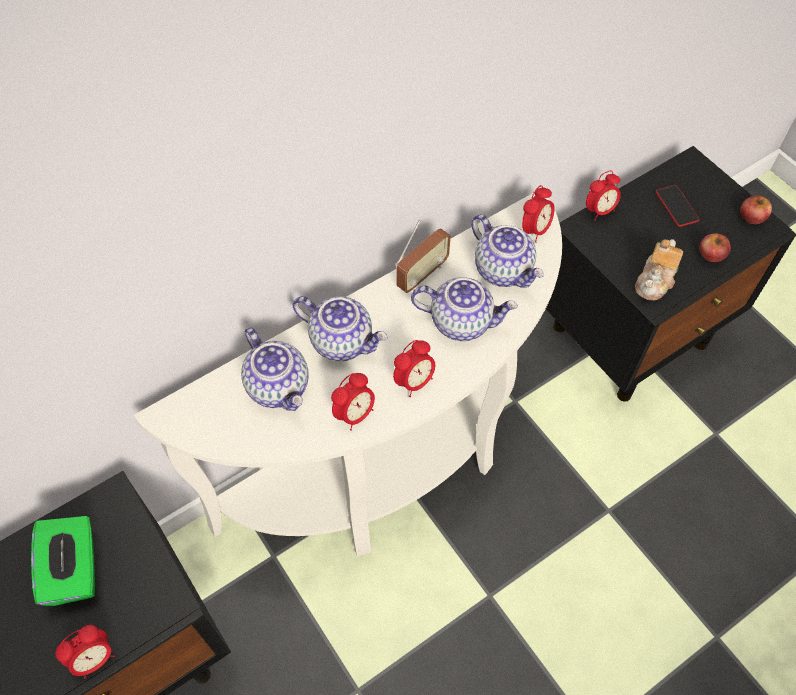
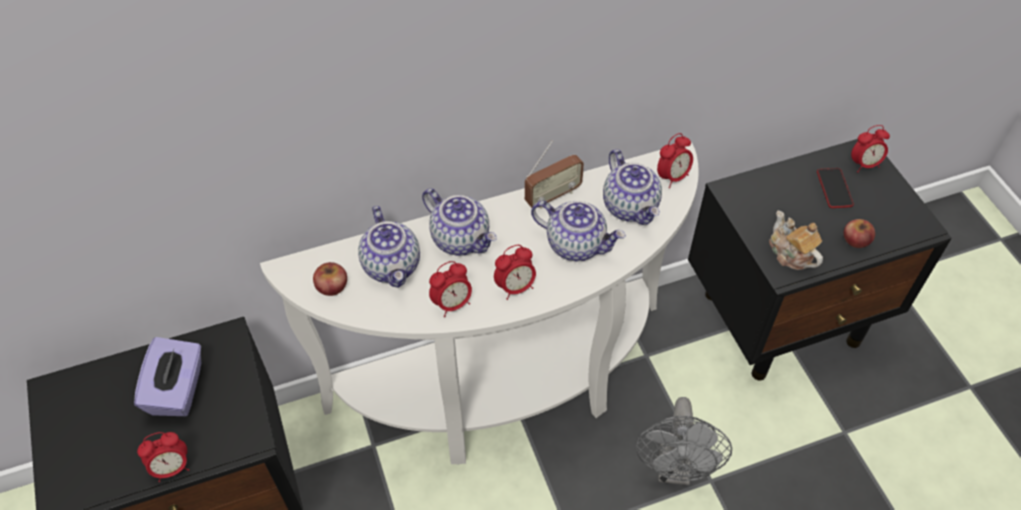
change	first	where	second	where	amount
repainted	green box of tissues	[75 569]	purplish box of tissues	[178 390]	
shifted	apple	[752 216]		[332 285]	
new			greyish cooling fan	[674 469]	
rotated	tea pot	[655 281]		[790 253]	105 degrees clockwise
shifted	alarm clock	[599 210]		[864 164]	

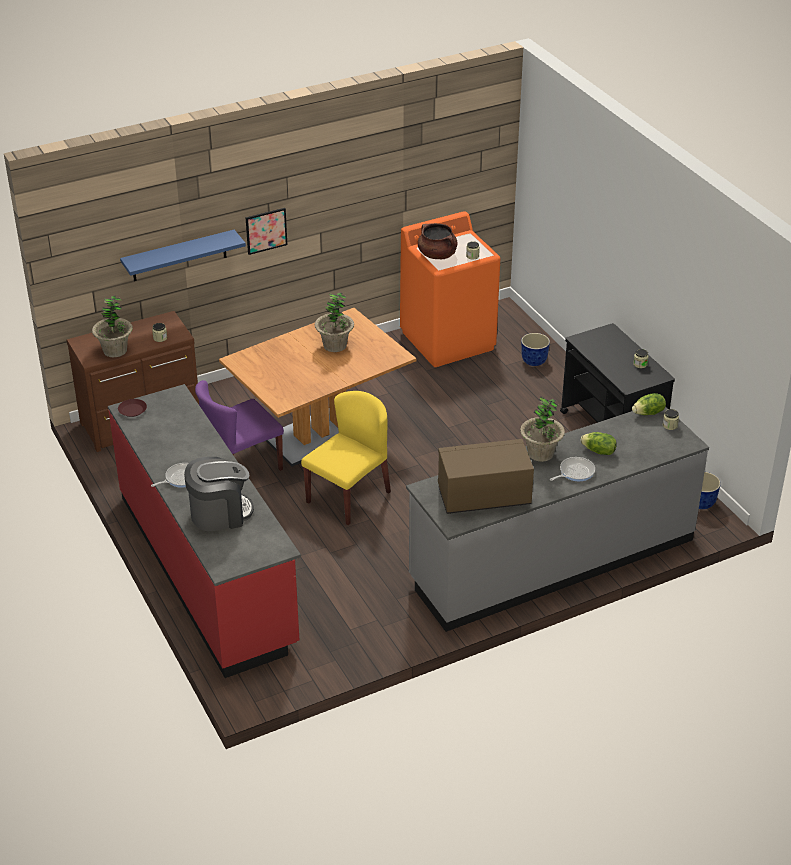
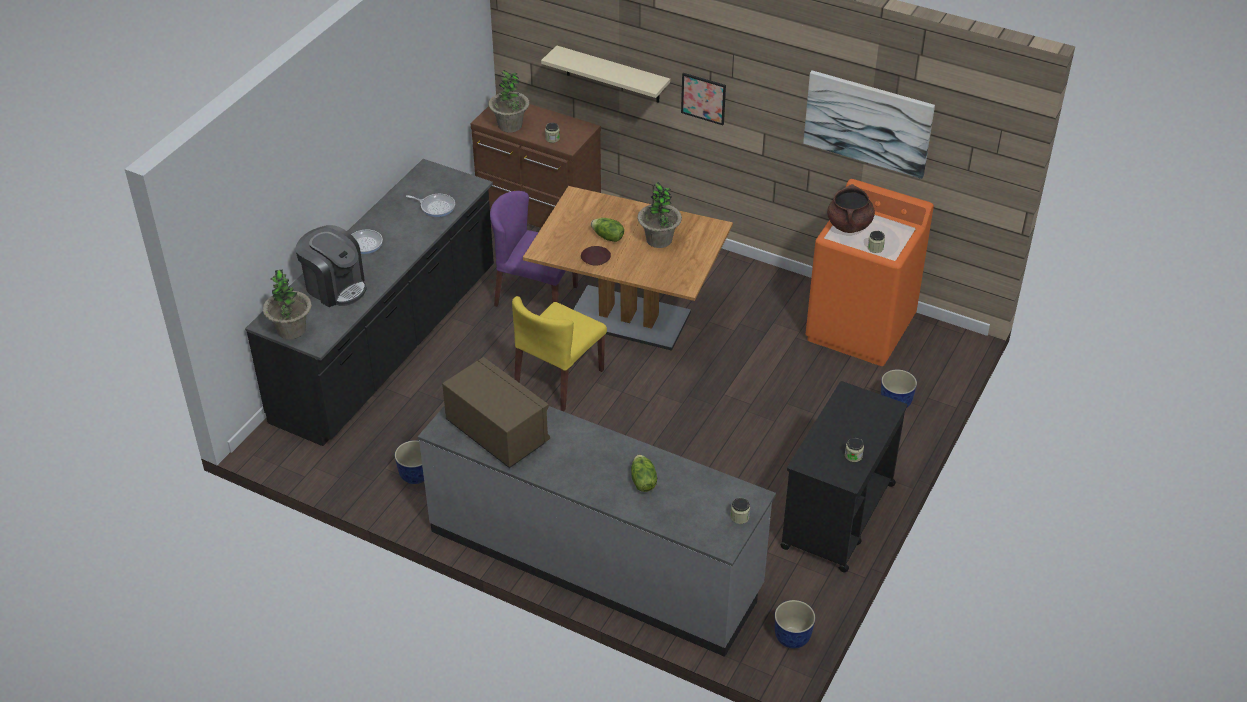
change	first	where	second	where	amount
repainted	red-coloured kitchen base unit	[208 570]	black-coloured kitchen base unit	[388 345]	
shifted	plant in a pot	[540 453]		[291 330]	
new			flower pot	[415 476]	
shifted	skillet	[575 472]		[436 207]	
rotated	yellow plain chair	[348 496]		[559 379]	120 degrees clockwise
repainted	blue-coloured bracket shelf	[179 256]	sand-coloured bracket shelf	[612 75]	
shifted	brownish dinner plate	[133 410]		[596 258]	
shifted	head of lettuce	[648 413]		[608 237]	
new			wall picture	[868 123]	

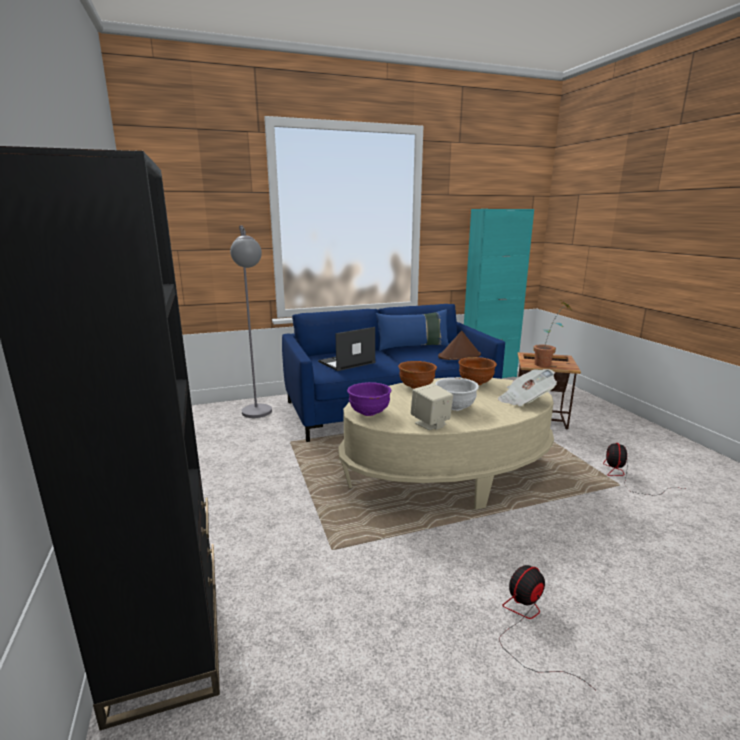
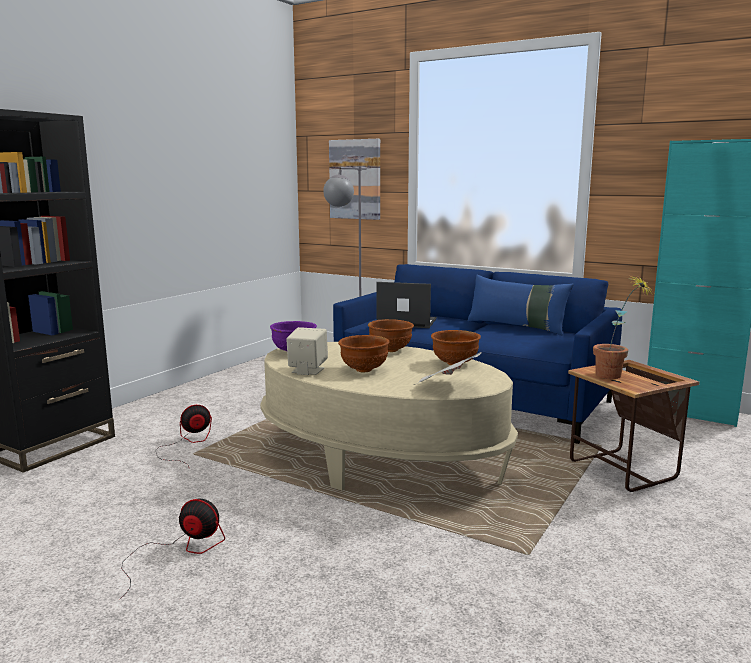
change	first	where	second	where	amount
shifted	cooling fan	[626 477]		[187 444]	
new			wall picture	[355 179]	
repainted	white deep dish	[455 408]	brownish deep dish	[363 370]	
gone	brownish clothing hat	[459 356]			

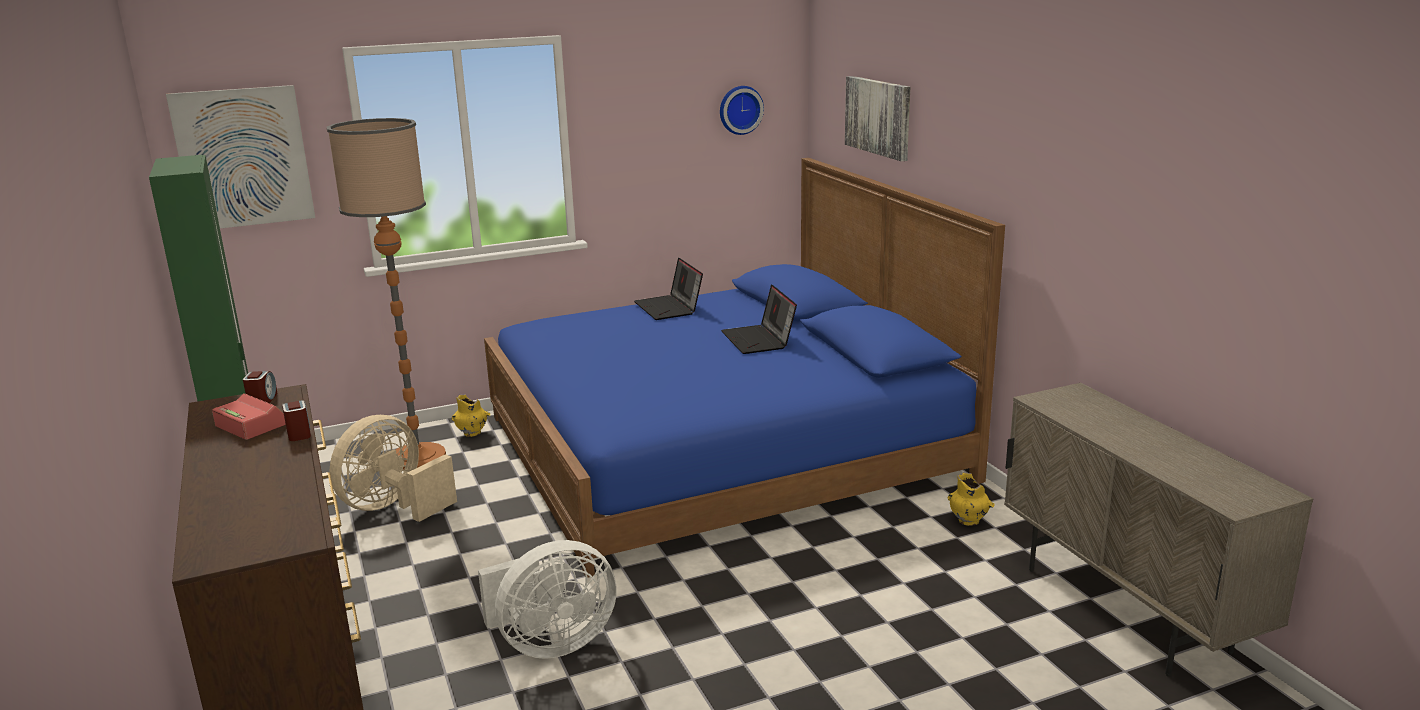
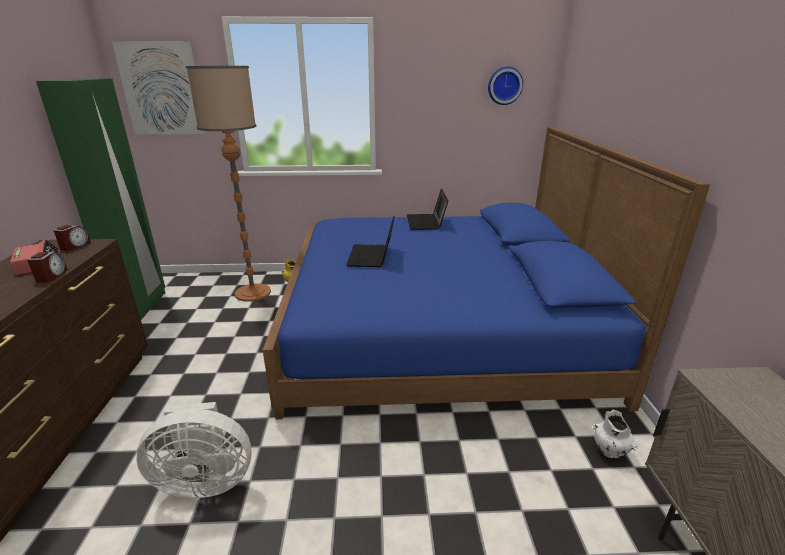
change	first	where	second	where	amount
shifted	laptop	[759 340]		[372 257]	
repainted	yellow flower vase	[969 521]	white flower vase	[610 452]	
gone	sand-coloured cooling fan	[393 507]			
gone	wall picture	[878 117]			

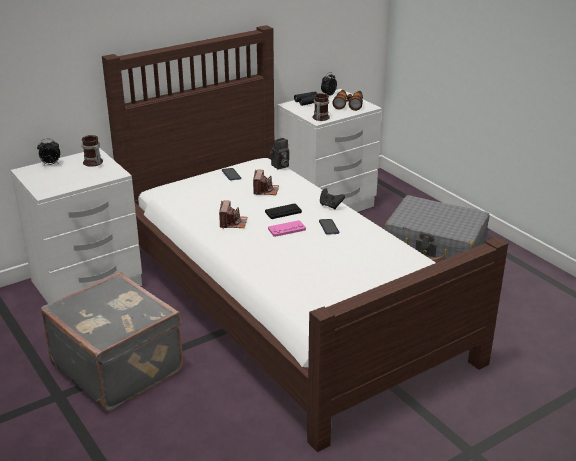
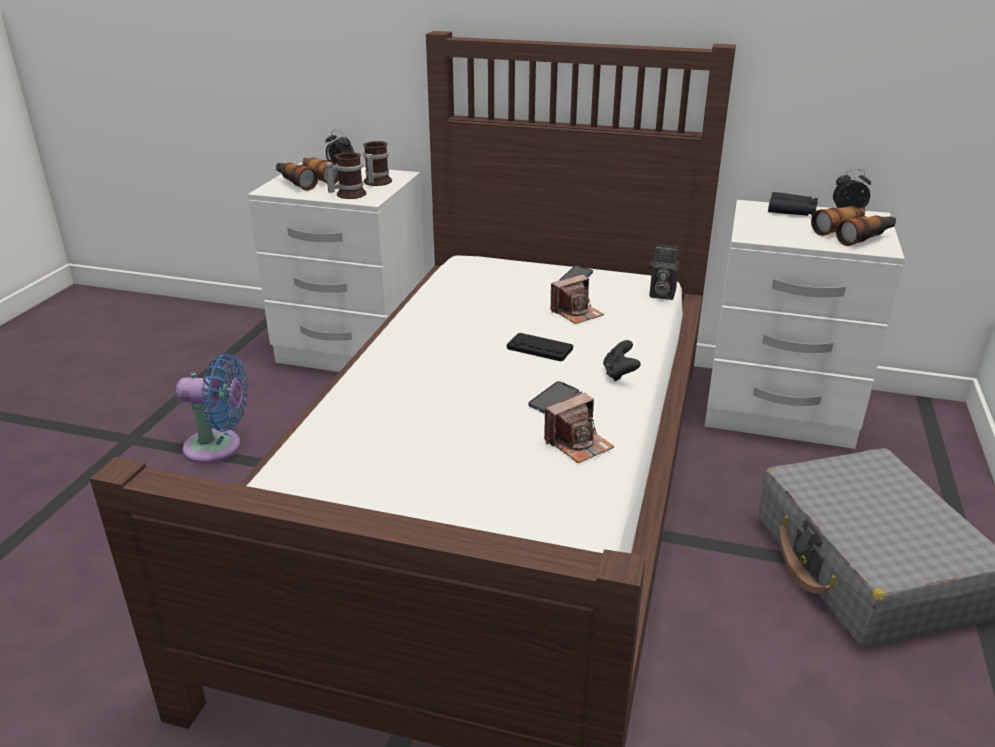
change	first	where	second	where	amount
swapped	greyish suitcase	[119 366]	blue-coloured cooling fan	[218 447]	
new			field glasses	[306 181]	
shifted	mug	[319 118]		[348 194]	
shifted	photo camera	[233 223]		[578 444]	
gone	pink-coloured gamepad	[287 229]			

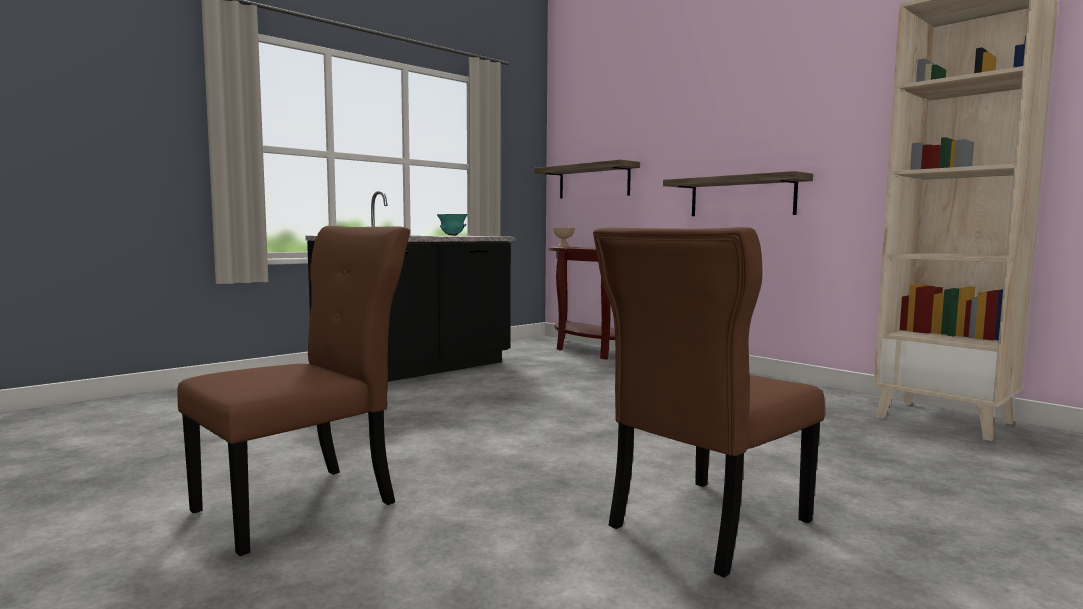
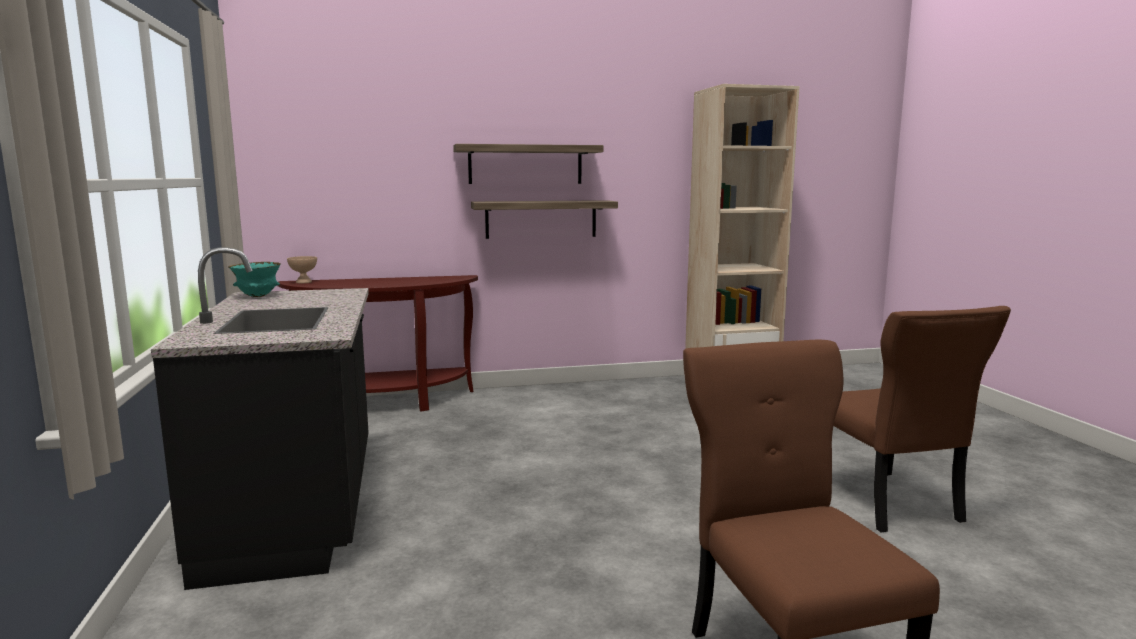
change	first	where	second	where	amount
shifted	bracket shelf	[593 181]		[525 164]	

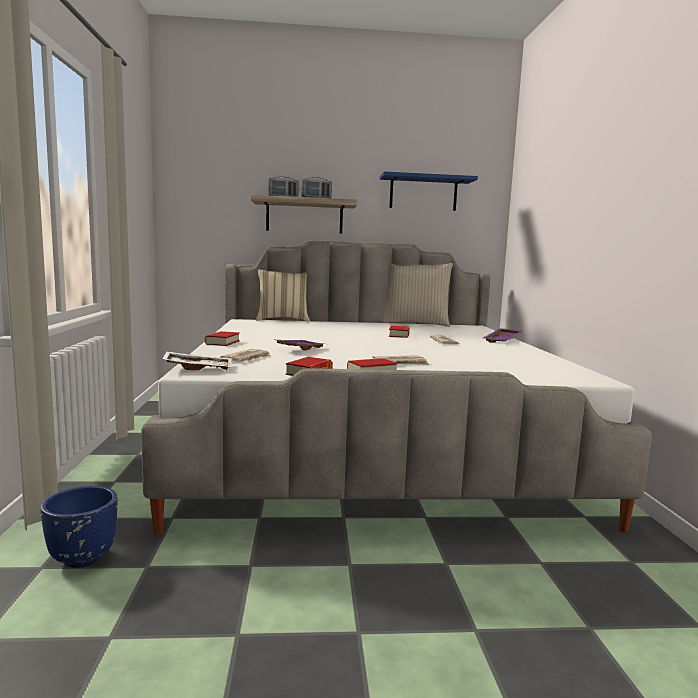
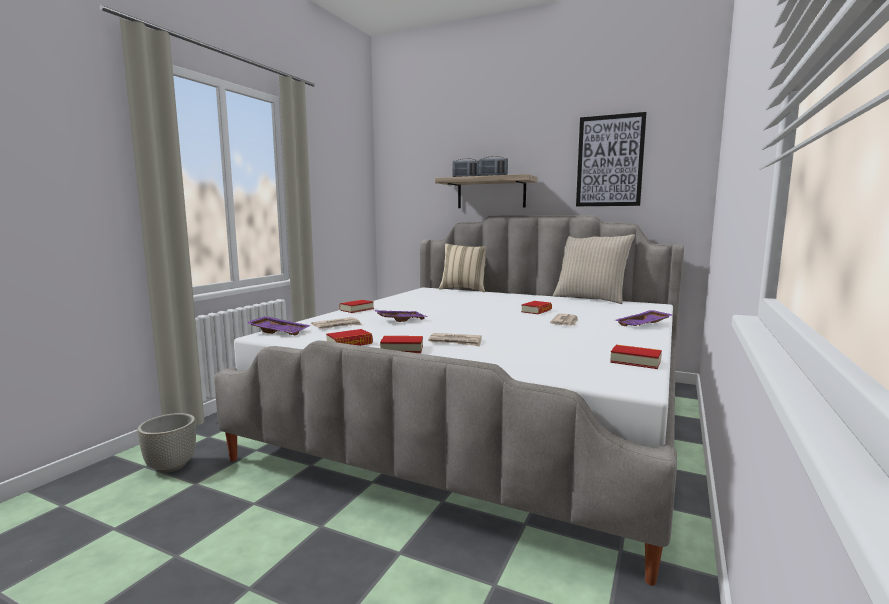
change	first	where	second	where	amount
repainted	blue-coloured flower pot	[83 558]	greyish flower pot	[171 466]	
repainted	white serving tray	[198 368]	purplish serving tray	[279 332]	
swapped	blue-coloured bracket shelf	[423 193]	wall picture	[609 161]	
new			book	[635 361]	

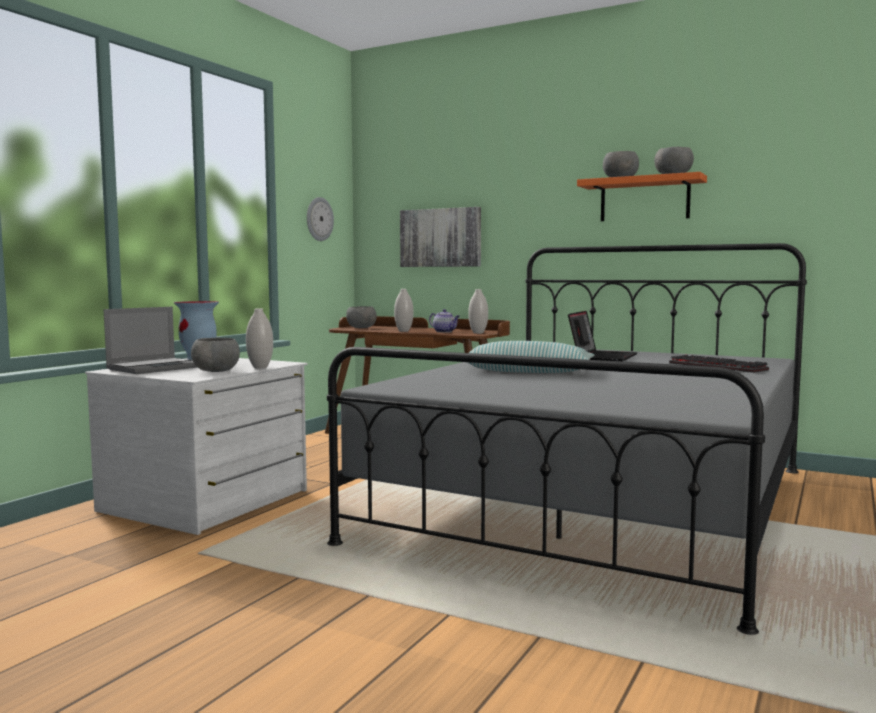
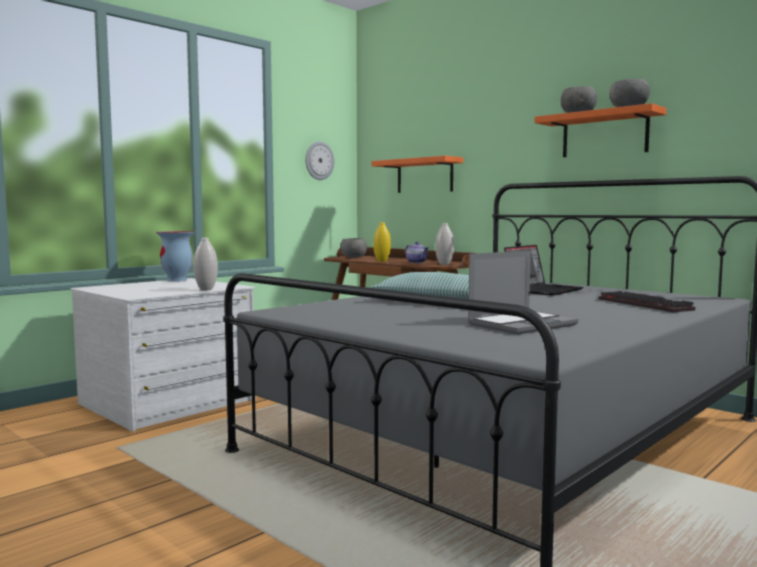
change	first	where	second	where	amount
swapped	wall picture	[440 237]	orange-coloured bracket shelf	[424 176]	
repainted	white flower vase	[404 331]	yellow flower vase	[382 261]	
shifted	laptop	[155 368]		[522 324]	
gone	greyish deep dish	[215 371]			

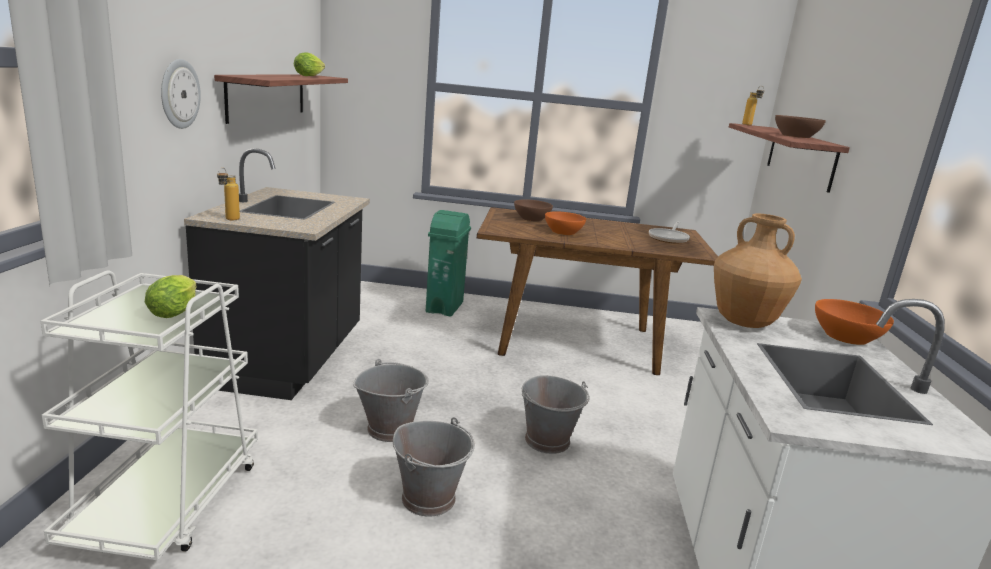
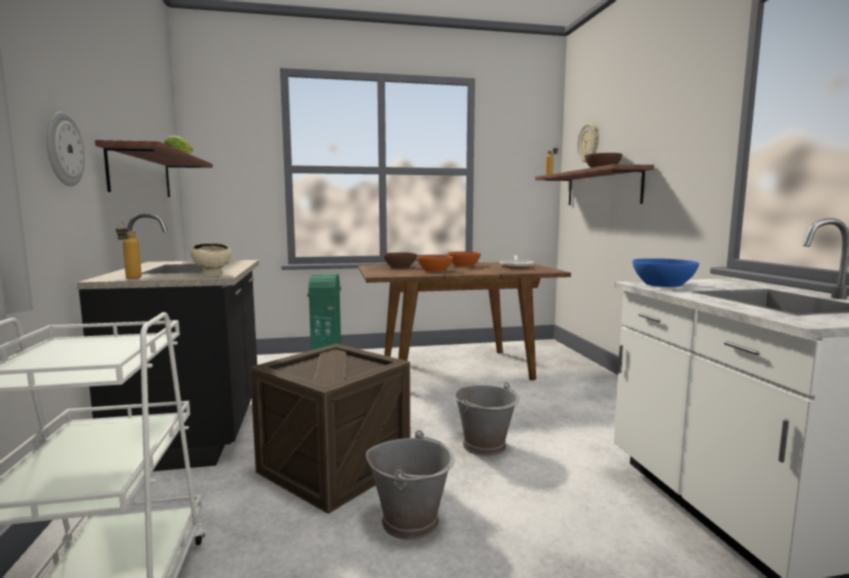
change	first	where	second	where	amount
new			sand-coloured deep dish	[213 275]	
swapped	greyish water bucket	[390 428]	packing crate	[334 468]	
shifted	orange-coloured deep dish	[845 336]		[463 265]	
new			clock on the wall	[589 143]	
swapped	brownish flower vase	[744 323]	blue-coloured deep dish	[663 284]	
gone	head of lettuce	[176 311]			

